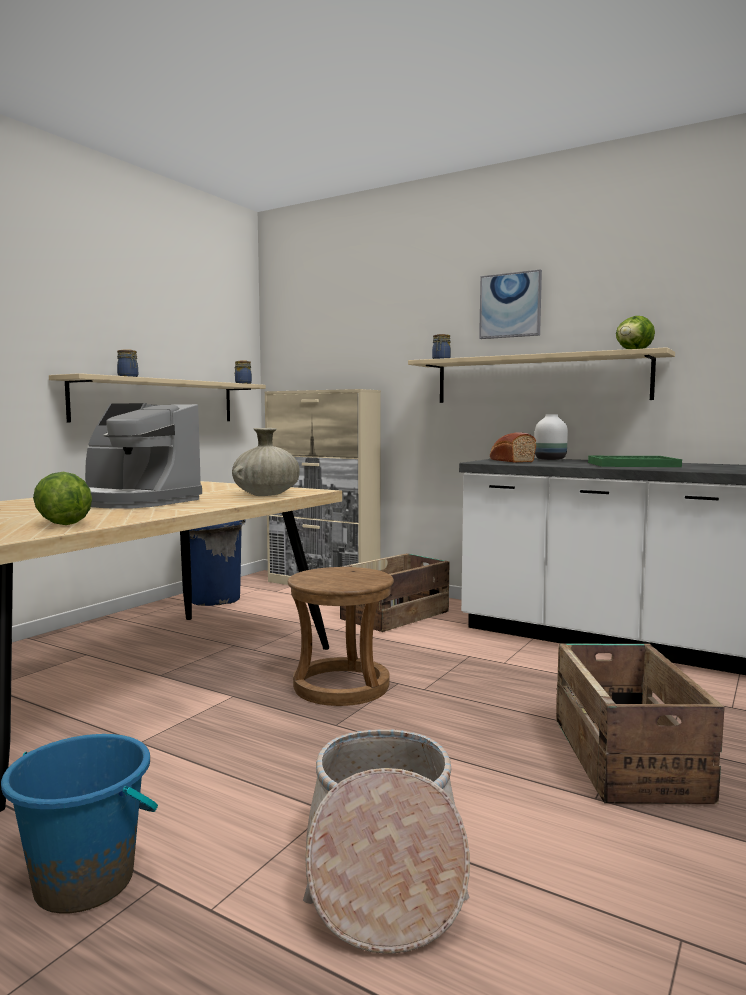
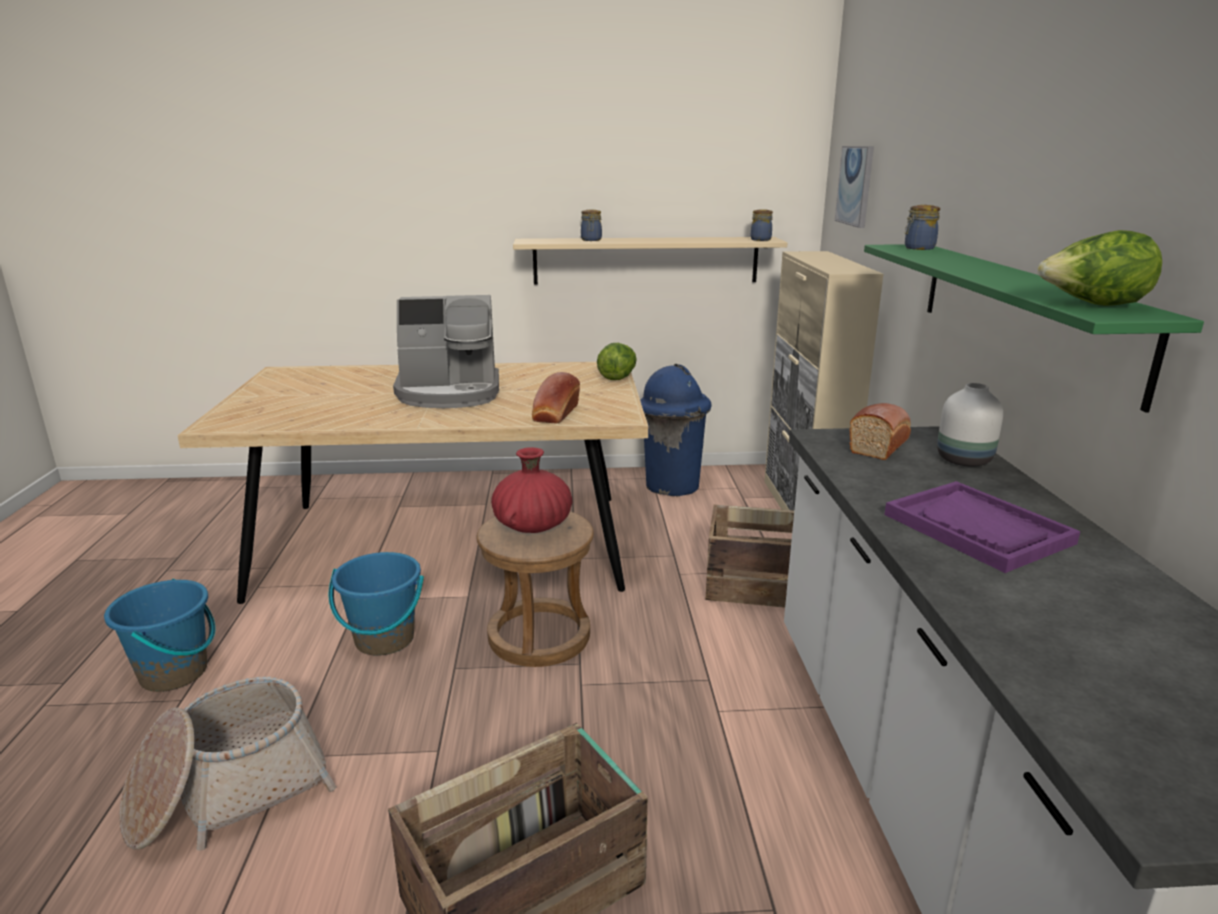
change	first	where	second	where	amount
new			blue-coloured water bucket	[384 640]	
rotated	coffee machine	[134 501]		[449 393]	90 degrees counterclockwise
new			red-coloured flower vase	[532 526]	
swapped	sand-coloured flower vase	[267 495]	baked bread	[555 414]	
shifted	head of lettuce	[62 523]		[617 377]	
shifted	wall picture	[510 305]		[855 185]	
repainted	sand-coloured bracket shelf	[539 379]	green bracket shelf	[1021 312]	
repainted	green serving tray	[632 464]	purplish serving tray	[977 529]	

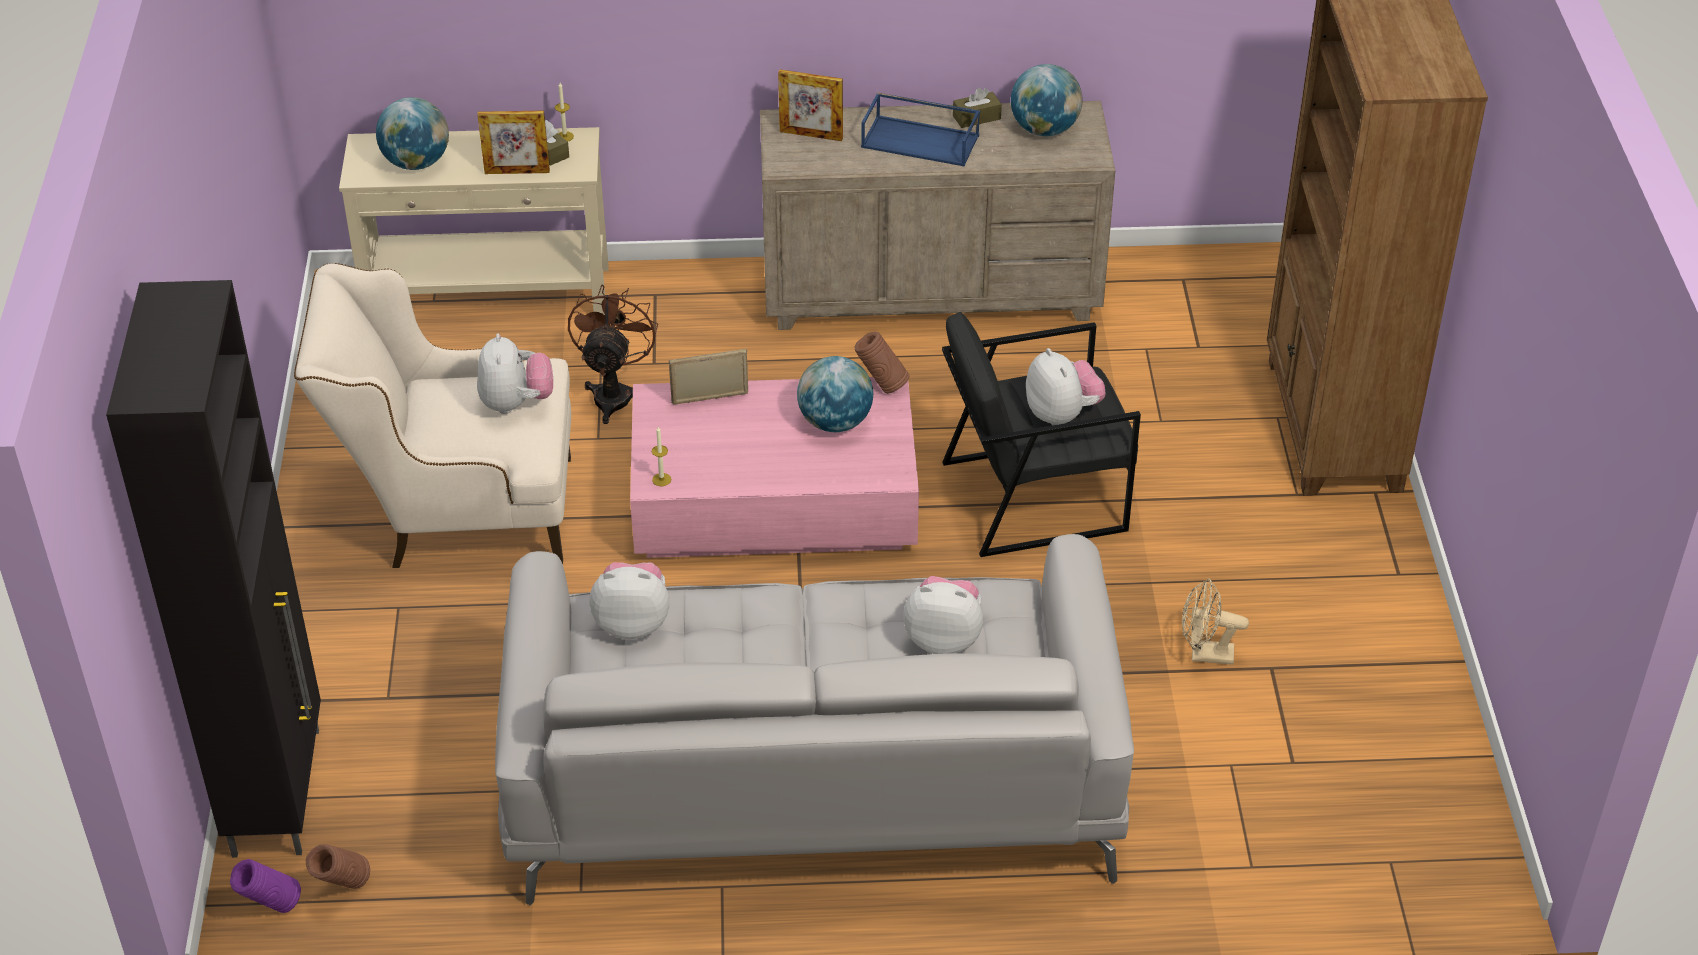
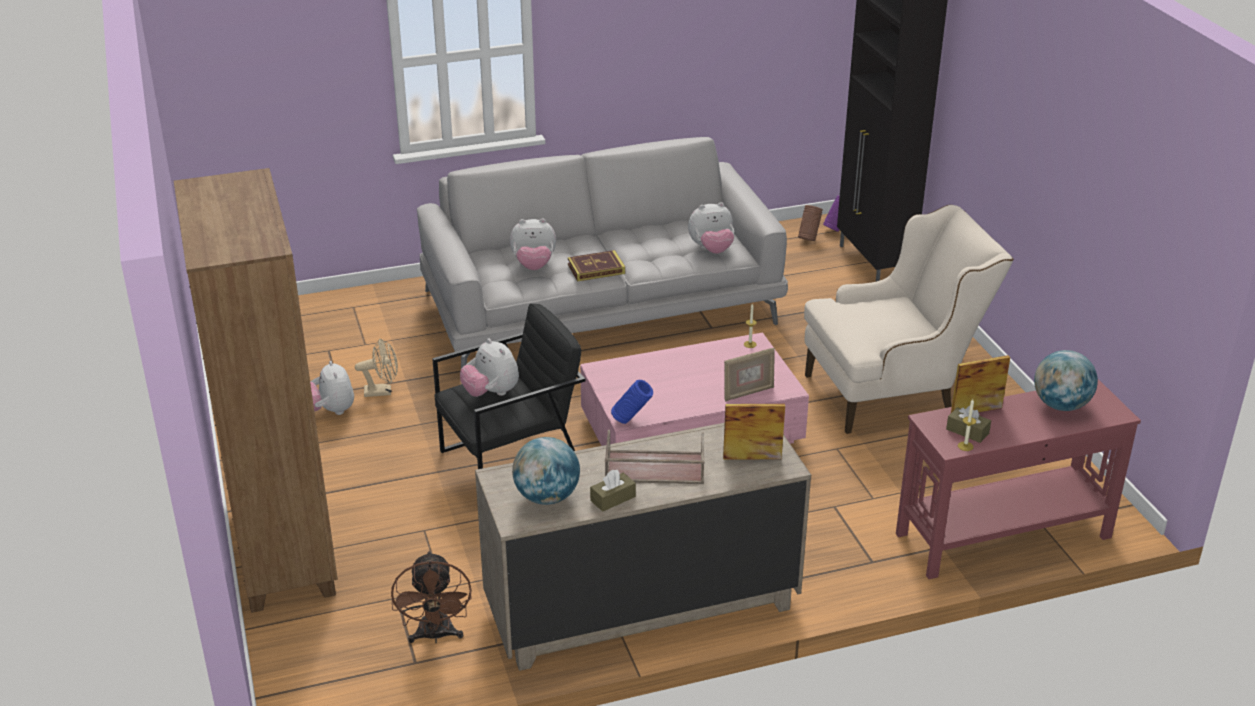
change	first	where	second	where	amount
shifted	cuddly toy	[516 403]		[331 411]	
shifted	brownish cooling fan	[614 393]		[435 636]	
new			book	[596 269]	
repainted	blue-coloured serving tray	[921 141]	brownish serving tray	[653 468]	
repainted	brownish flower vase	[881 386]	blue-coloured flower vase	[632 421]	
repainted	sand-coloured narrow table	[489 297]	red-coloured narrow table	[1001 535]	
gone	globe	[835 422]			

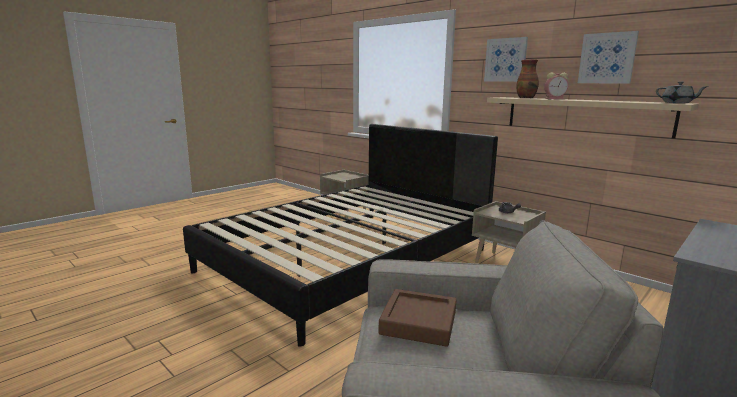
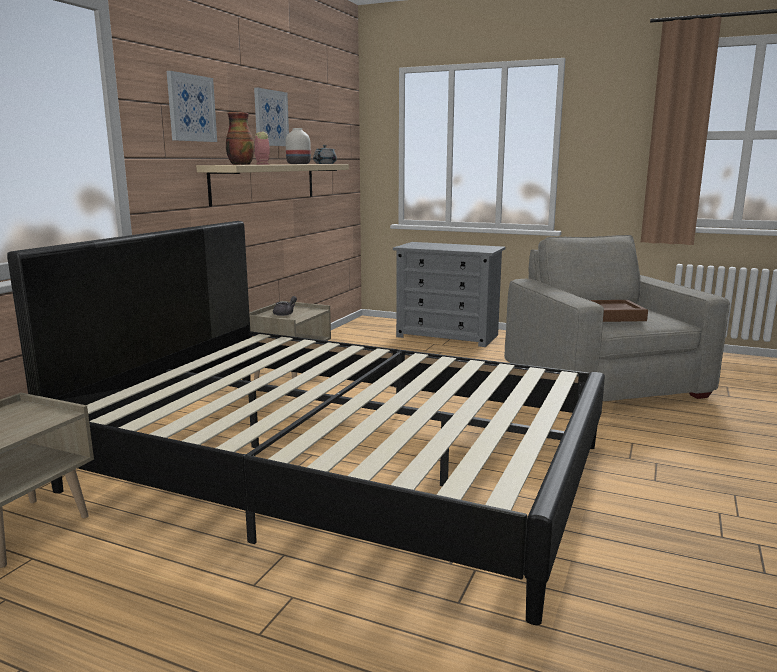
change	first	where	second	where	amount
new			white flower vase	[298 164]	

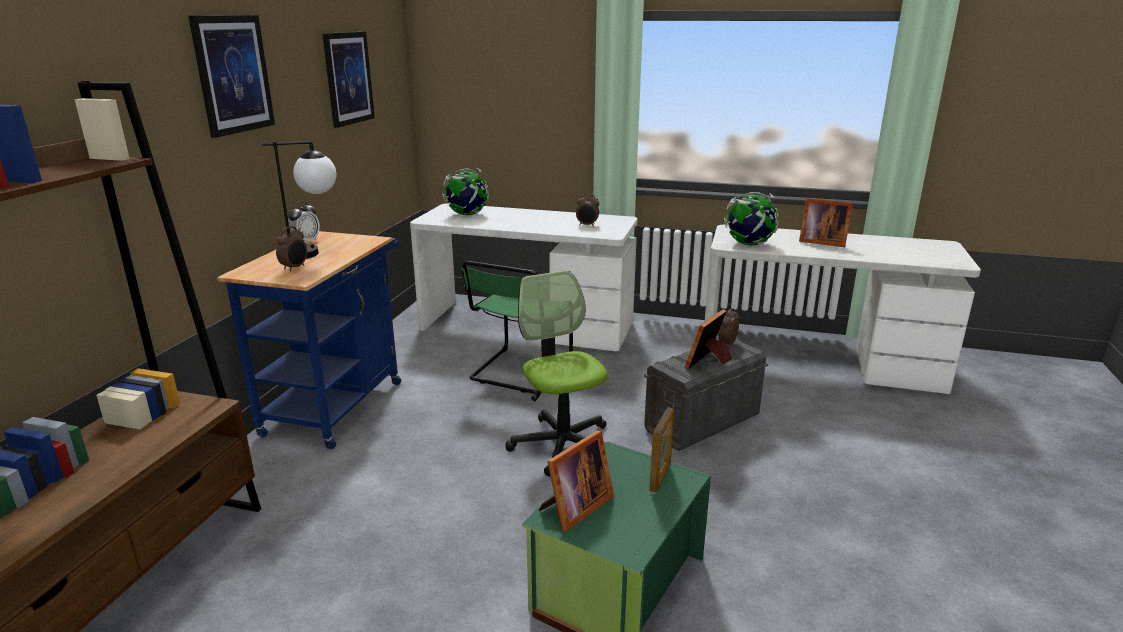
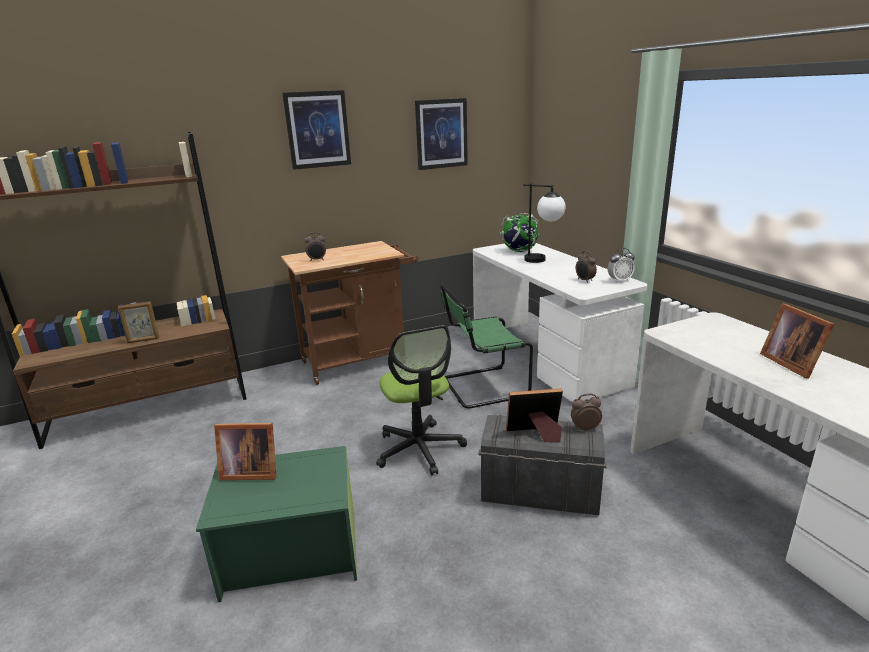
change	first	where	second	where	amount
shifted	picture frame	[660 477]		[143 340]	
repainted	blue-coloured trolley	[338 403]	brownish trolley	[360 361]	
rotated	computer chair	[562 444]		[419 449]	135 degrees clockwise
shifted	lamp for a table	[316 253]		[543 260]	
shifted	alarm clock	[306 242]		[619 281]	
gone	globe	[748 244]			

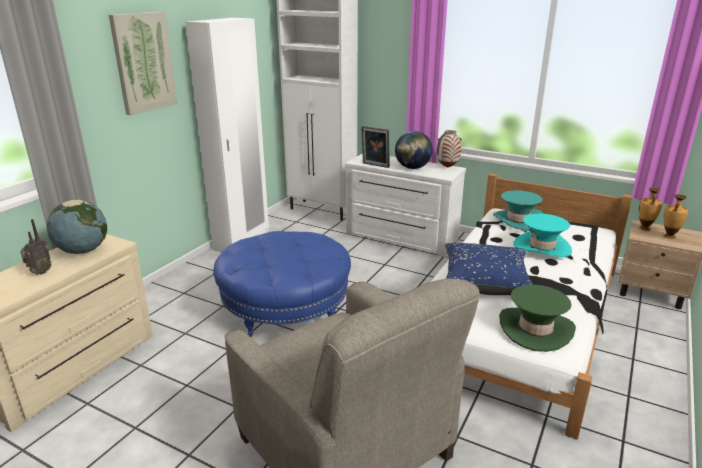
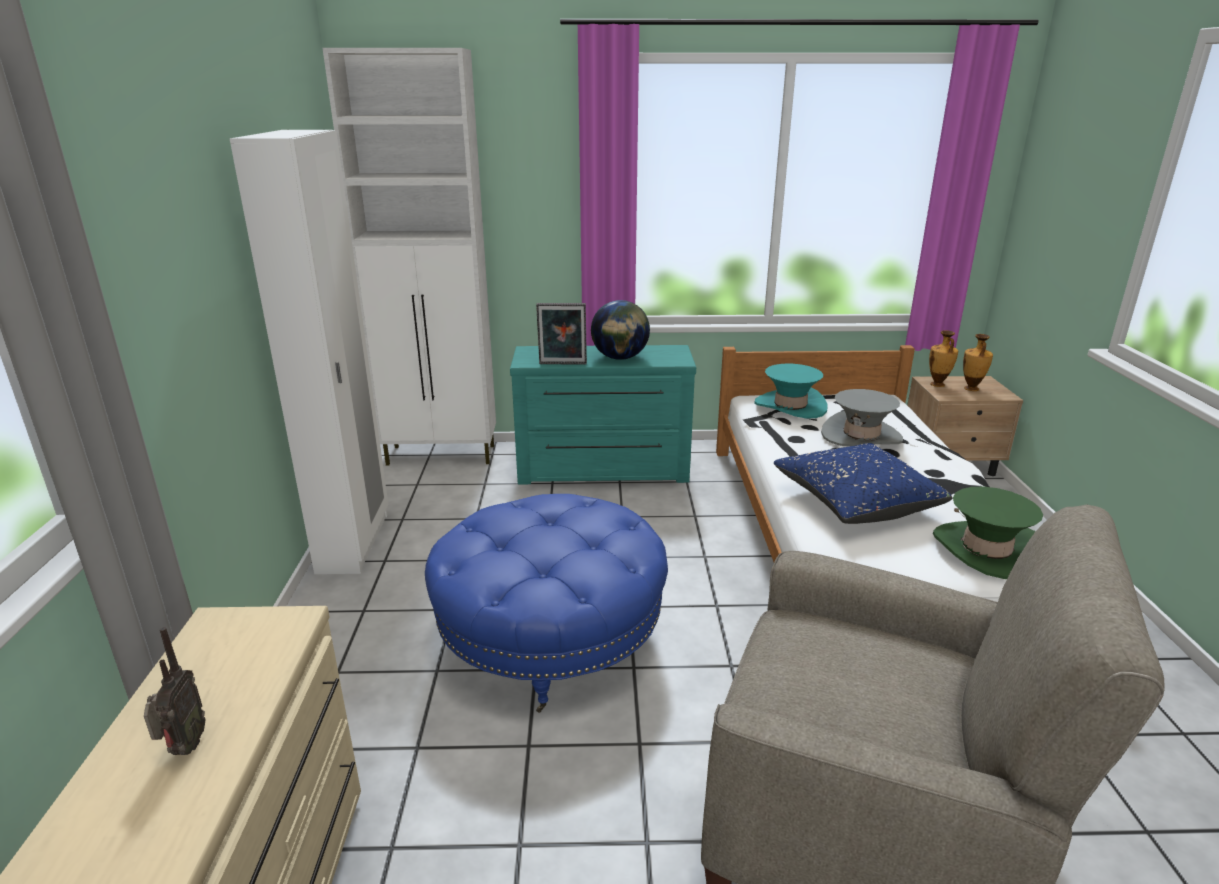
change	first	where	second	where	amount
repainted	white chest of drawers	[400 238]	turquoise chest of drawers	[603 470]	
repainted	turquoise clothing hat	[542 247]	greyish clothing hat	[861 436]	
gone	globe	[83 250]			
gone	wall picture	[143 62]			
gone	flower vase	[447 167]			

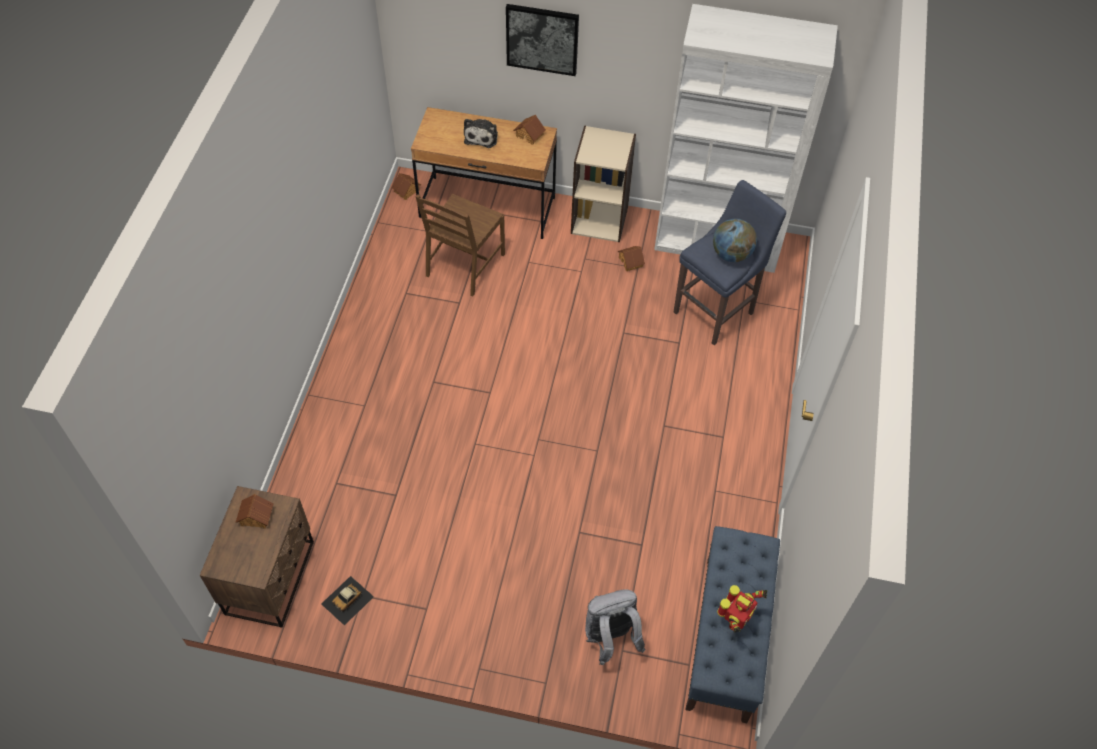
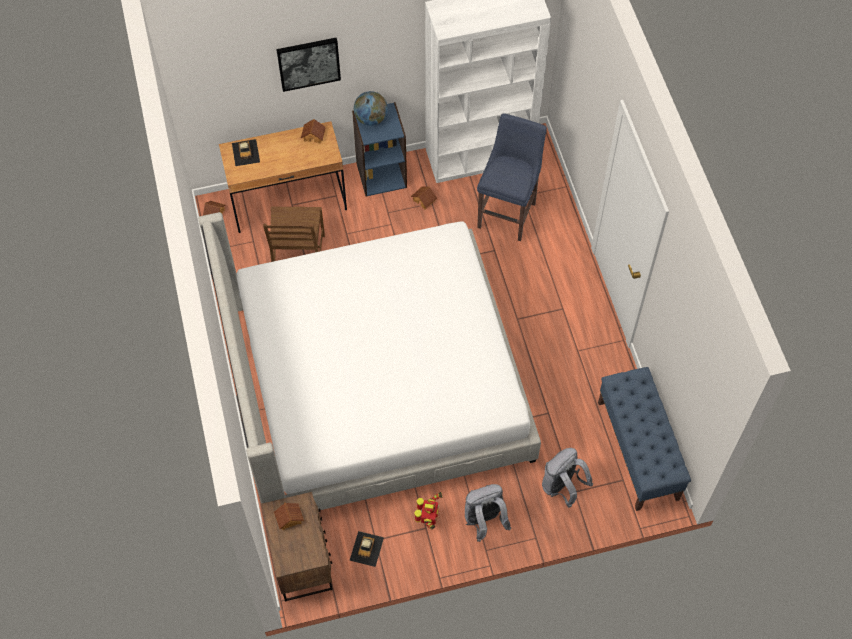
change	first	where	second	where	amount
new			bed	[375 383]	
new			model car	[246 152]	
repainted	sand-coloured bookcase	[599 219]	blue-coloured bookcase	[381 175]	
shifted	globe	[731 254]		[371 119]	
shifted	model robot	[735 621]		[428 520]	
new			greyish backpack	[484 521]	
gone	cuddly toy	[482 136]			

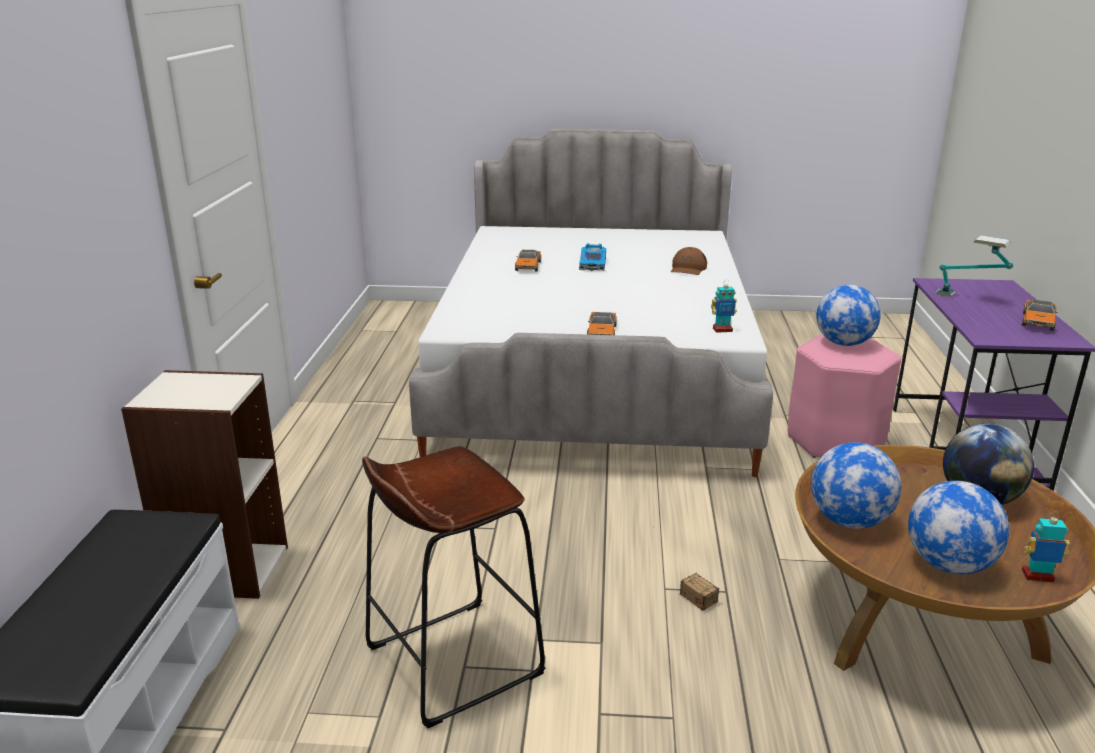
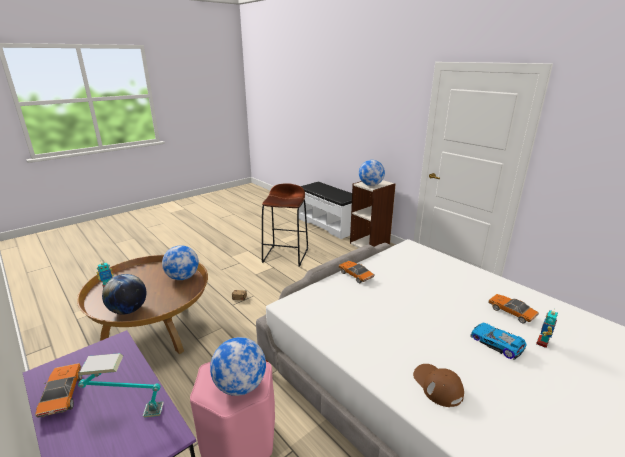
change	first	where	second	where	amount
shifted	globe	[949 565]		[370 185]	
shifted	model robot	[722 330]		[543 342]	

